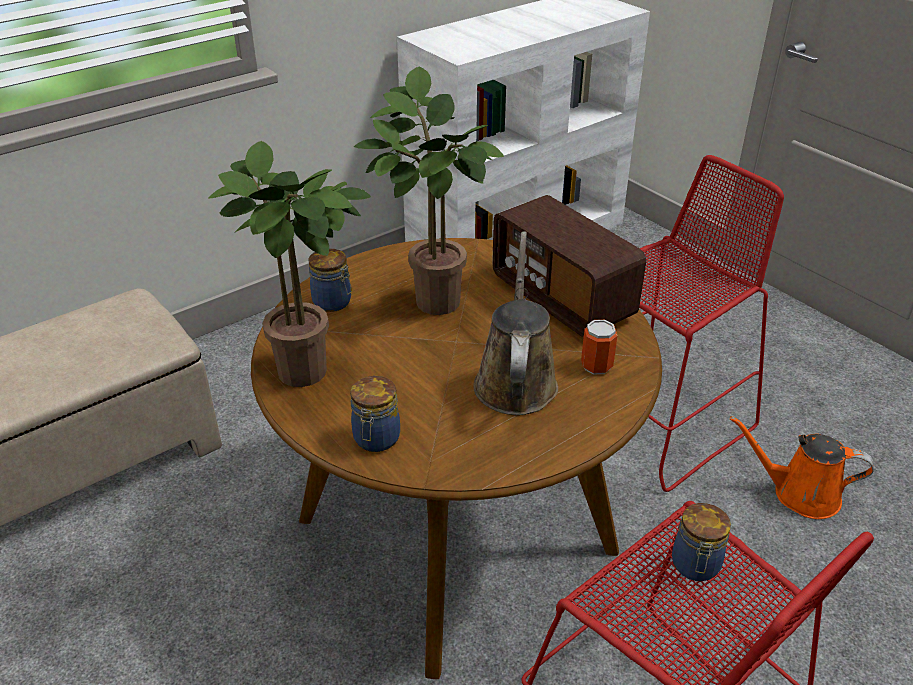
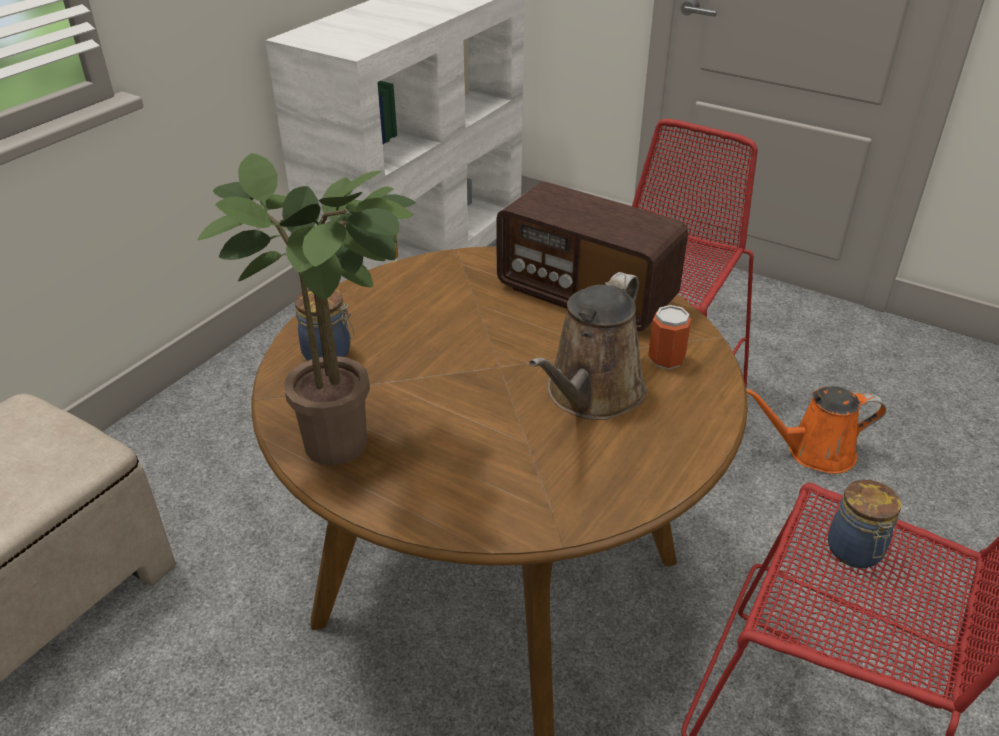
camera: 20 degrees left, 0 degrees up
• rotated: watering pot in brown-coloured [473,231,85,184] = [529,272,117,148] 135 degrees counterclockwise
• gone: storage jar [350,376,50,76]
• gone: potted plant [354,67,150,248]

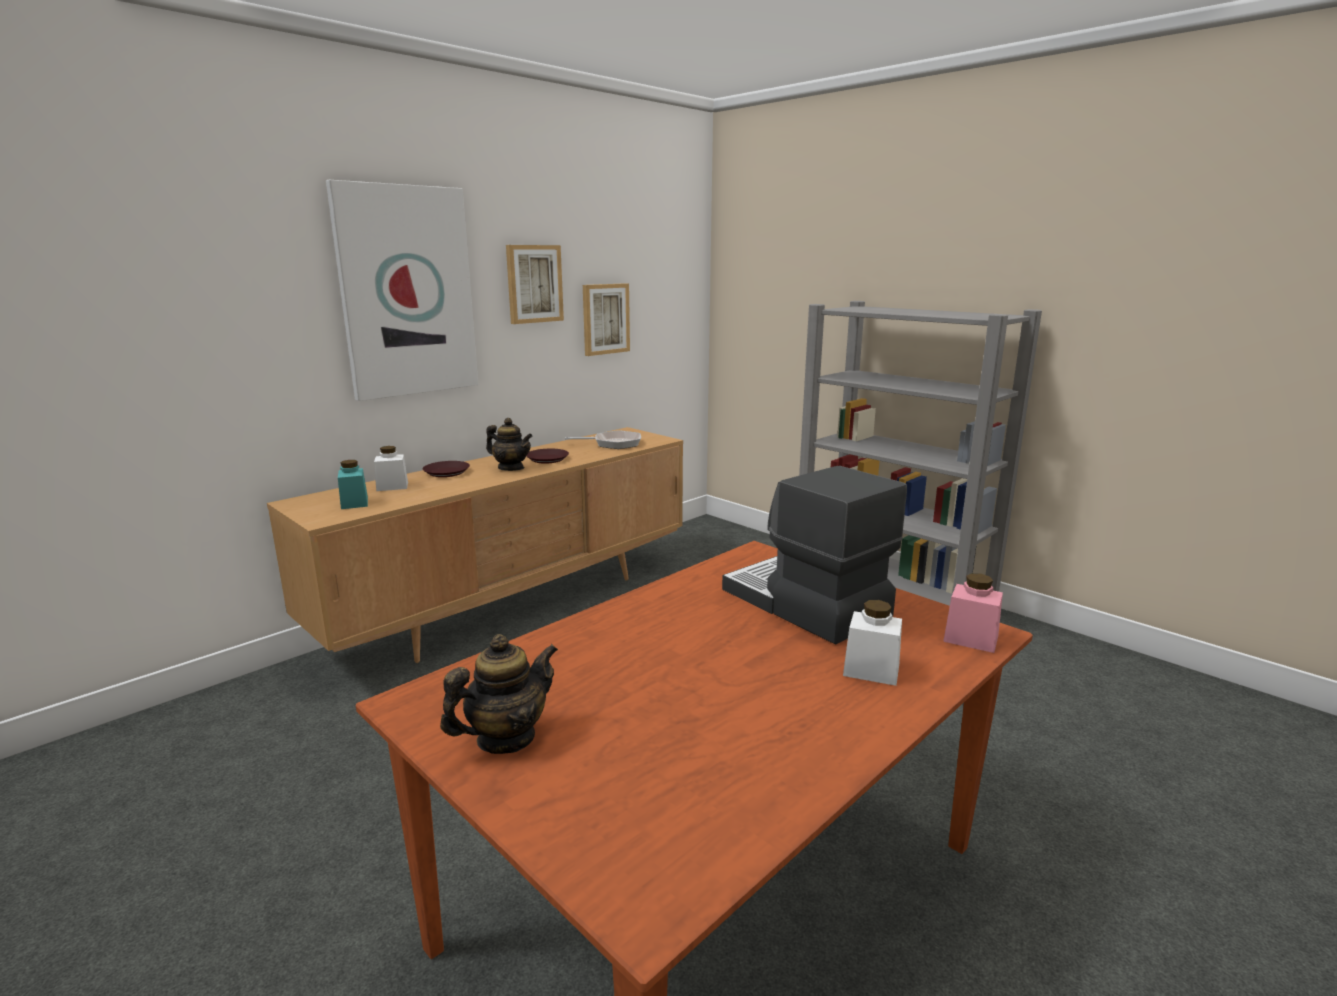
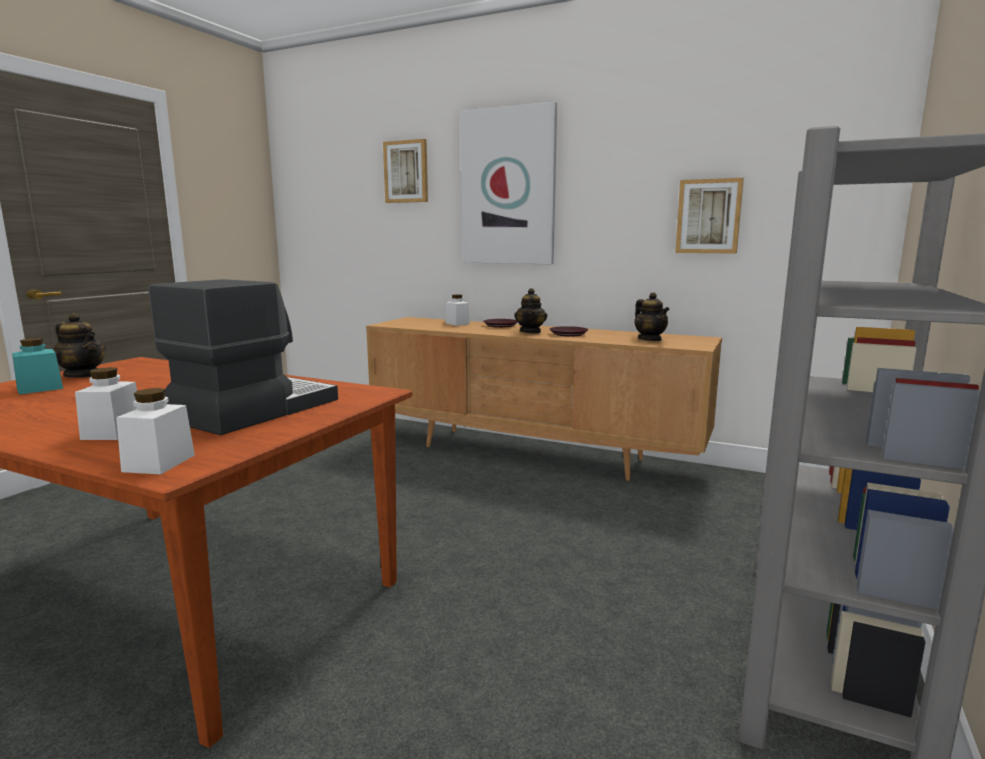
camera: 70 degrees right, 5 degrees down
• shifted: storage jar in blue-green [338,460,30,49] to [12,338,51,57]
• repainted: storage jar in pinkish [943,573,60,80] to storage jar in white-coloured [116,388,79,87]
• shifted: wall art [506,245,58,79] to [383,139,45,64]
• swapped: frying pan [565,430,76,19] to teapot [635,292,34,49]

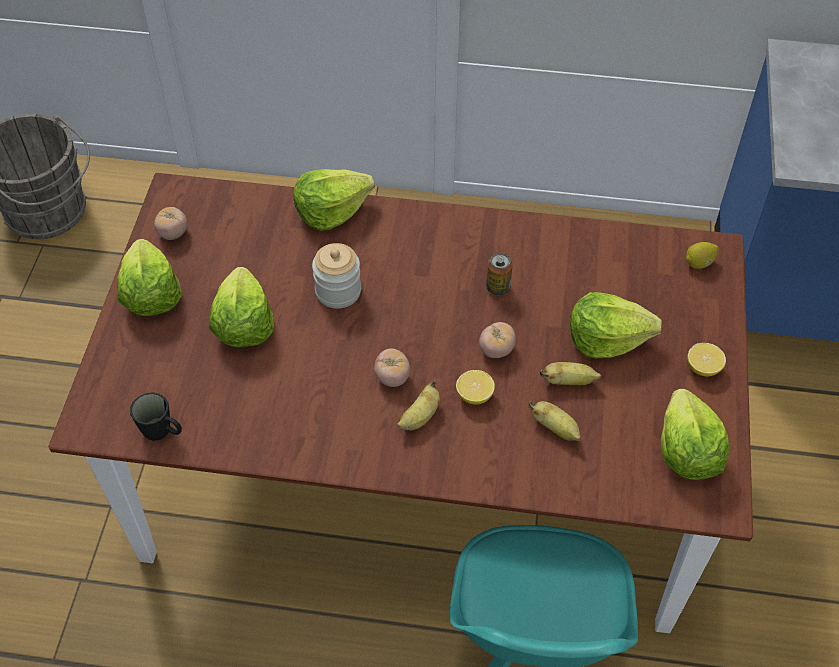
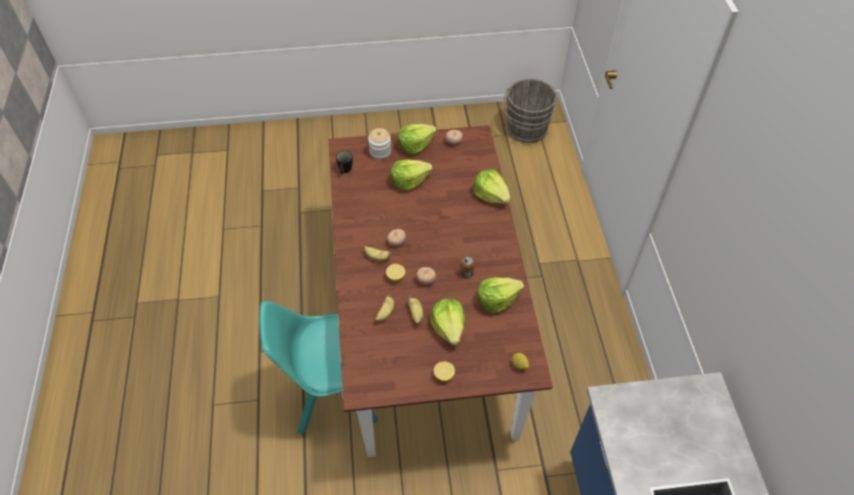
camera: 75 degrees right, 0 degrees up
• shifted: storage jar [312,243,49,66] to [368,128,23,31]
• shifted: head of lettuce [661,389,69,91] to [477,277,47,36]

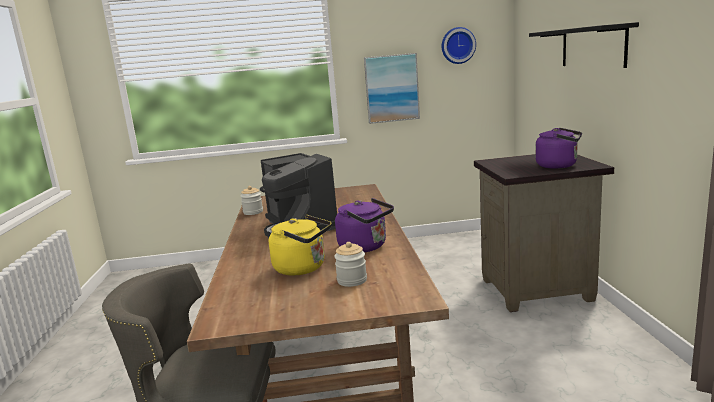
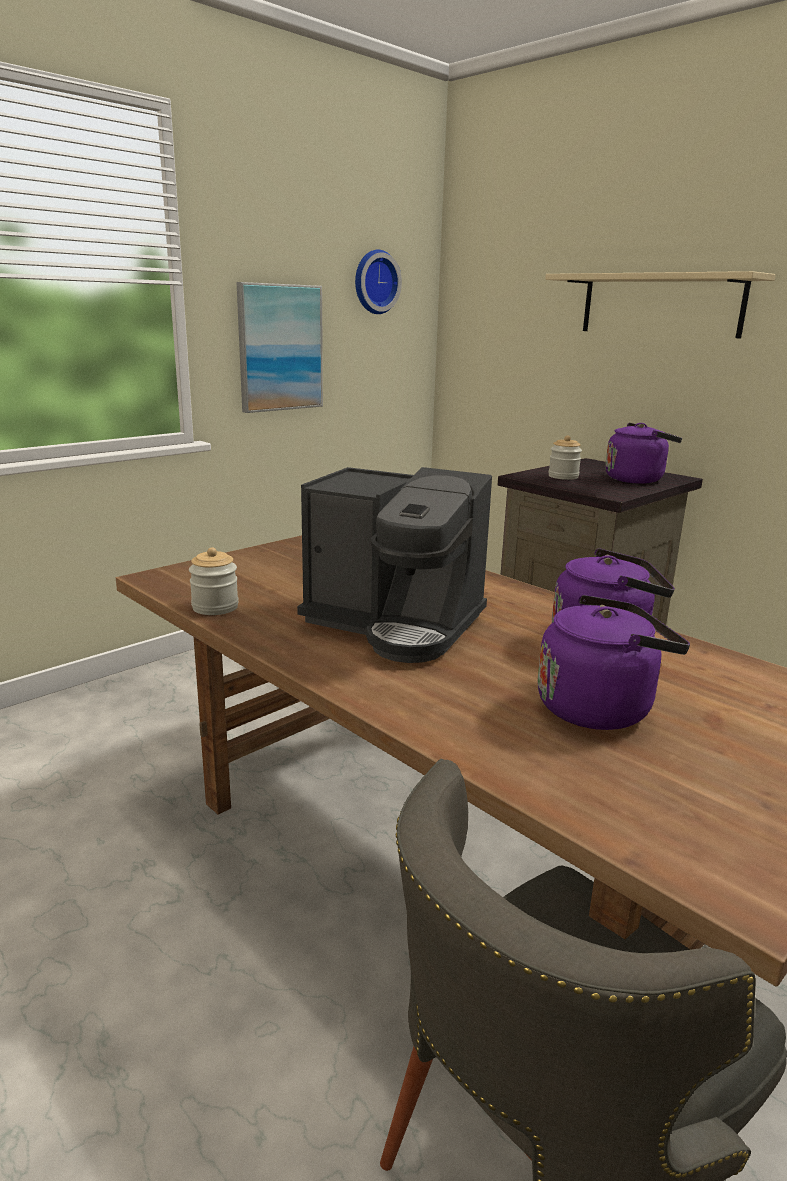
camera: 40 degrees left, 5 degrees up
• repainted: kettle in yellowish [269,215,63,61] to kettle in purple [537,595,153,135]
• repainted: wall shelf in black [529,22,110,46] to wall shelf in beige [545,271,231,68]
• shifted: storage jar [334,242,33,45] to [548,435,34,45]

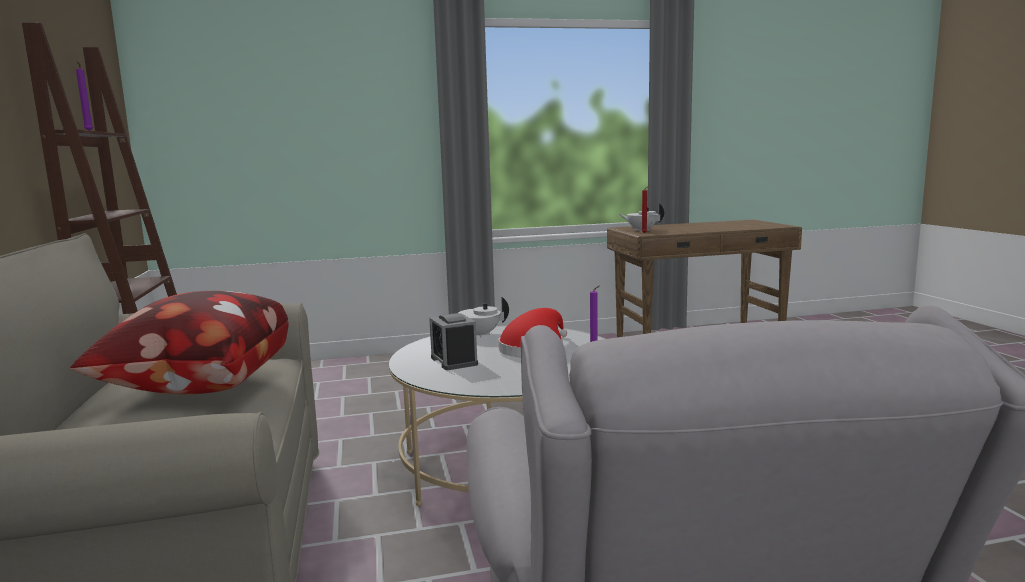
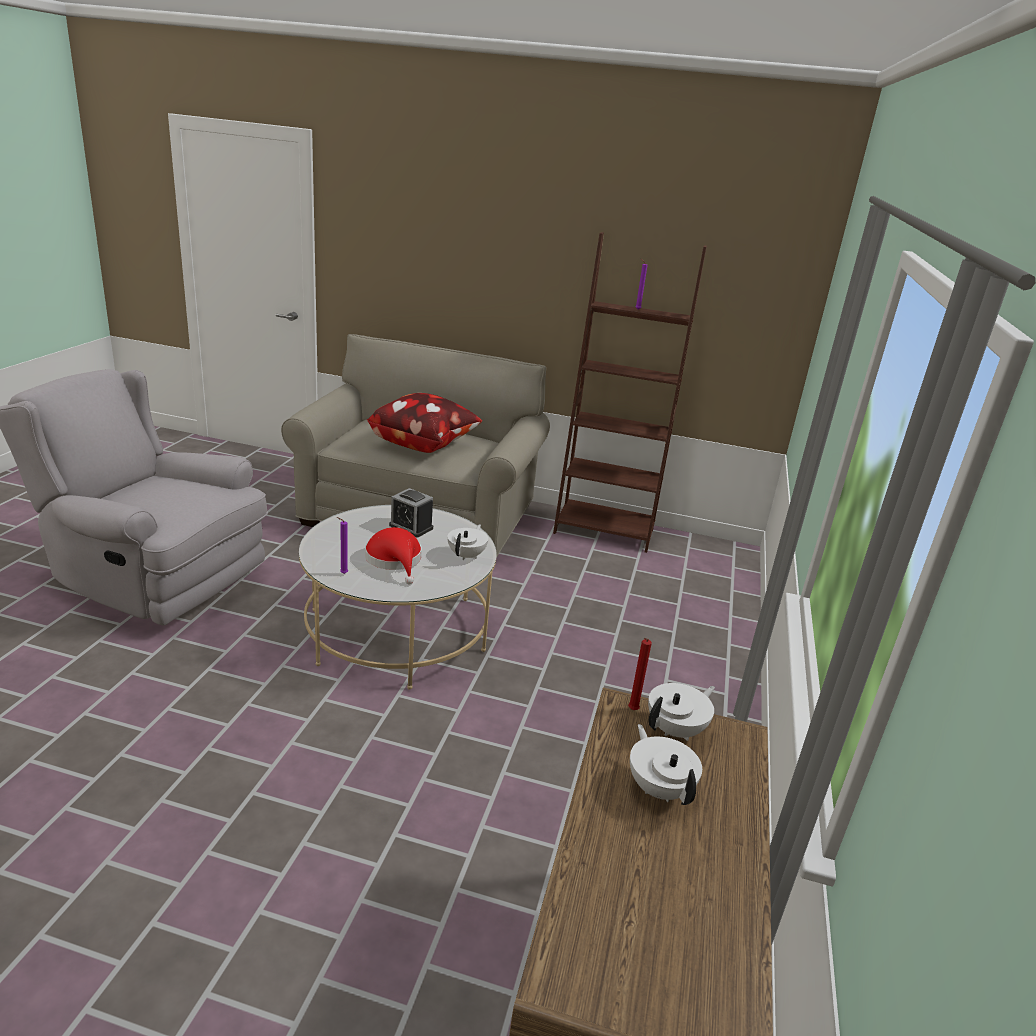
camera: 115 degrees right, 15 degrees up
• rotated: bedside clock [429,313,49,57] = [389,488,44,49] 150 degrees counterclockwise
• new: teapot in white-coloured [630,724,72,81]

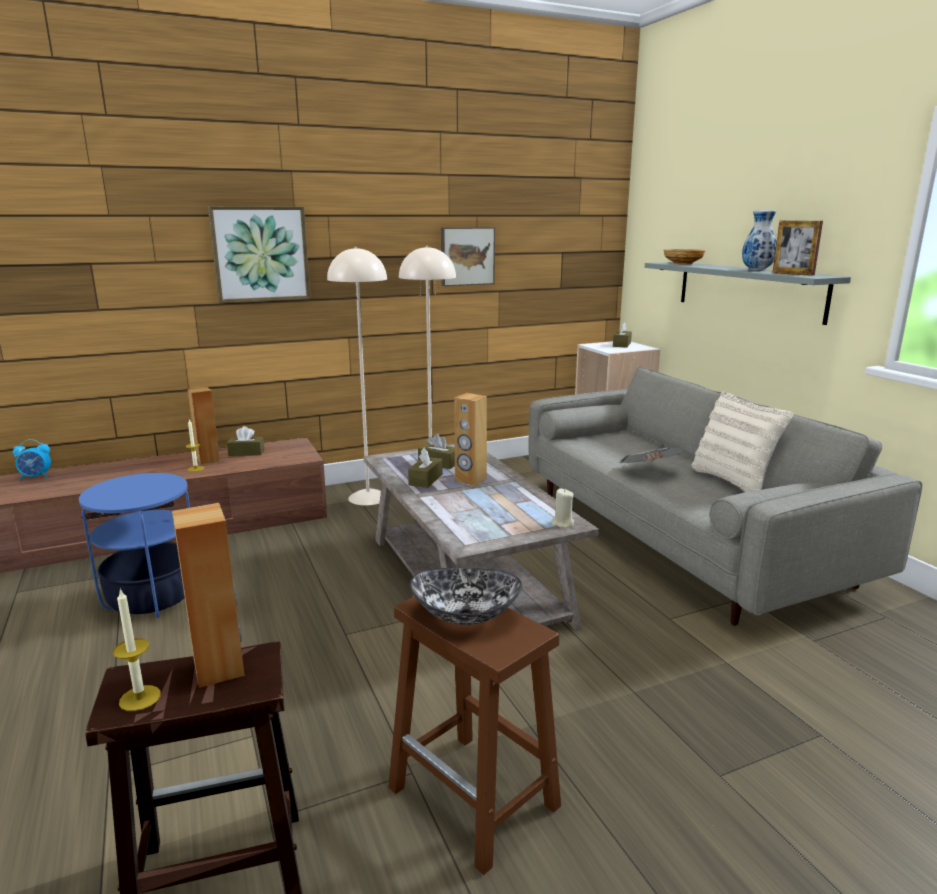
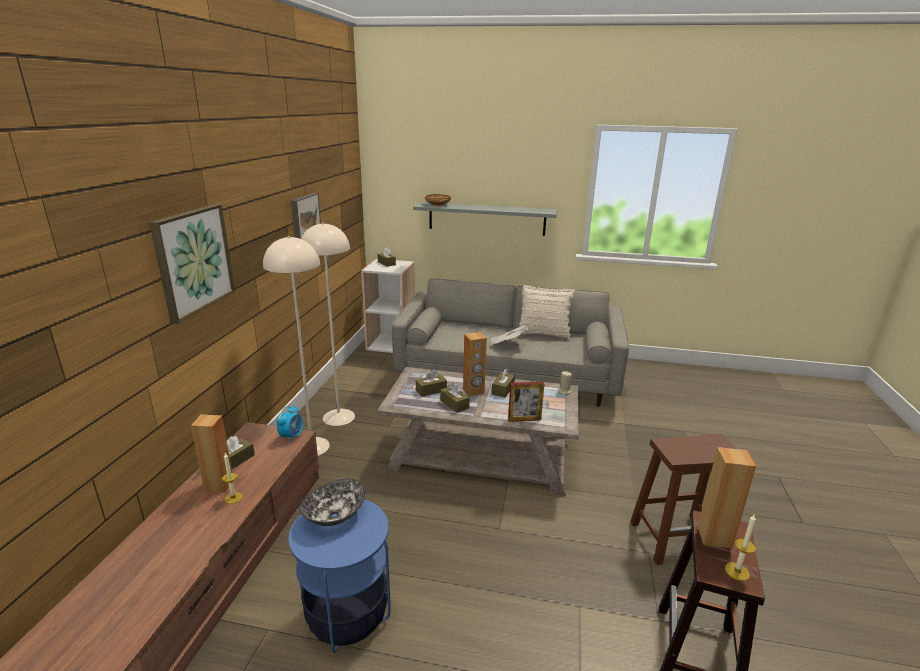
camera: 55 degrees left, 5 degrees up
• shifted: bedside clock [13,439,38,41] to [277,406,26,37]
• shifted: bowl [410,568,112,57] to [299,479,67,47]
• new: tissue box in brown-coloured [491,369,24,29]
• shifted: photo frame [772,221,51,55] to [508,382,36,40]
• gone: decorative vase [742,210,35,61]

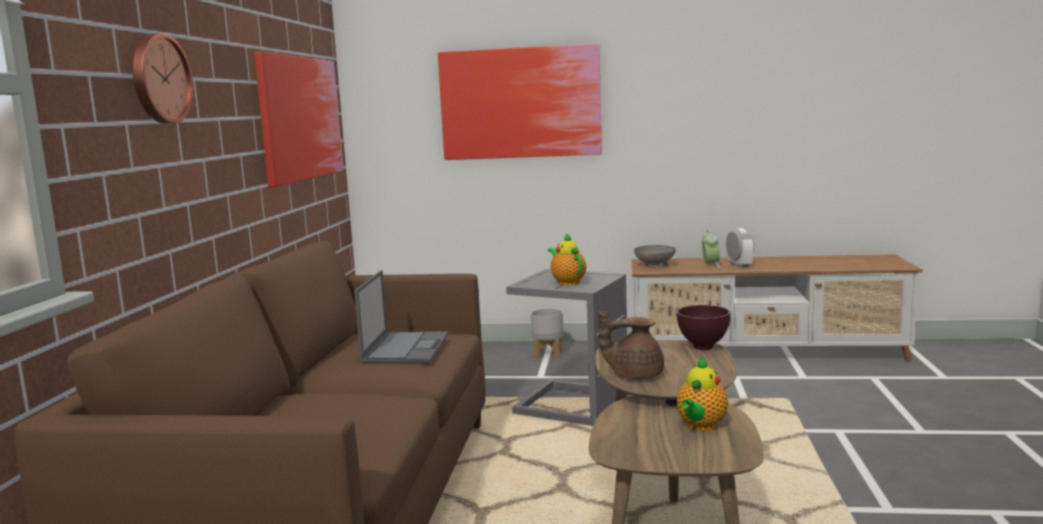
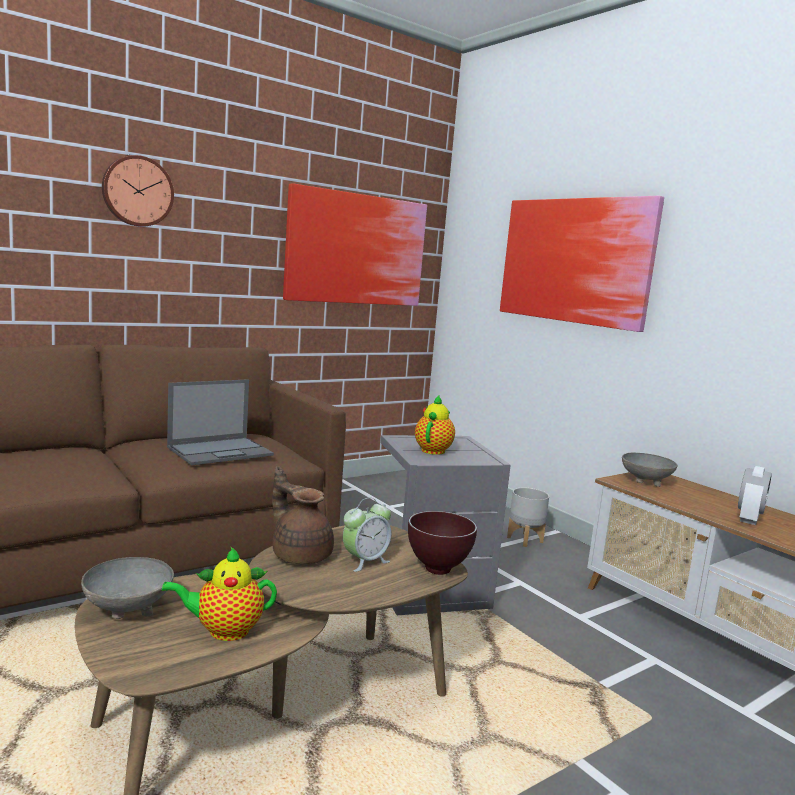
camera: 45 degrees right, 0 degrees up
• new: bowl in greyish [81,557,93,62]
• shifted: bedside clock [702,229,18,39] to [343,498,48,74]

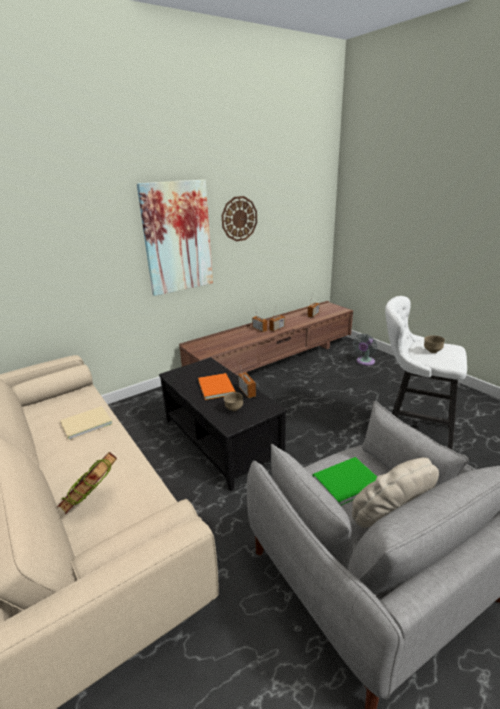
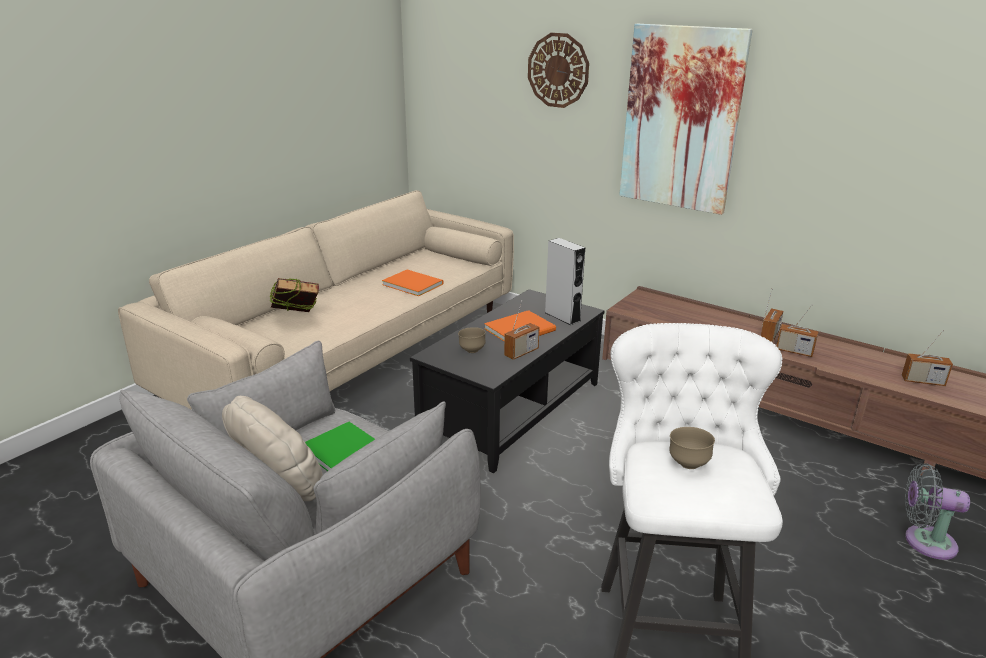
camera: 70 degrees right, 0 degrees up
• repainted: volume in beige [60,406,53,34] to volume in orange [382,270,61,26]
• shifted: clock on the wall [222,196,35,45] to [528,33,61,75]
• new: loudspeaker in greyish [545,238,40,87]

